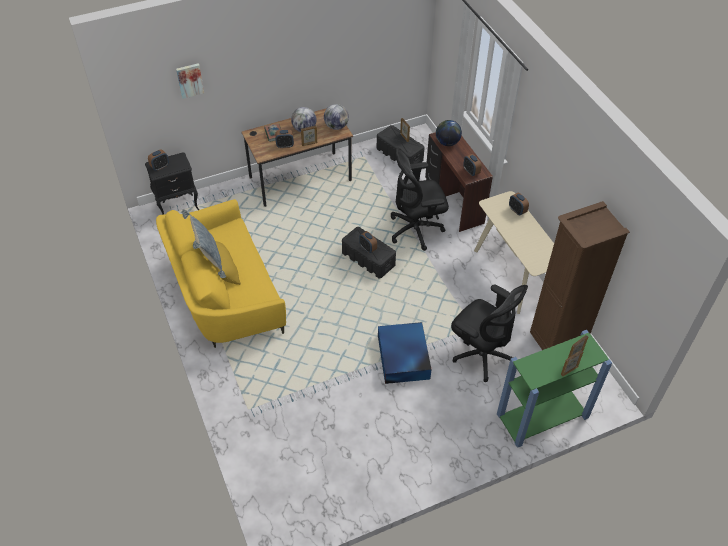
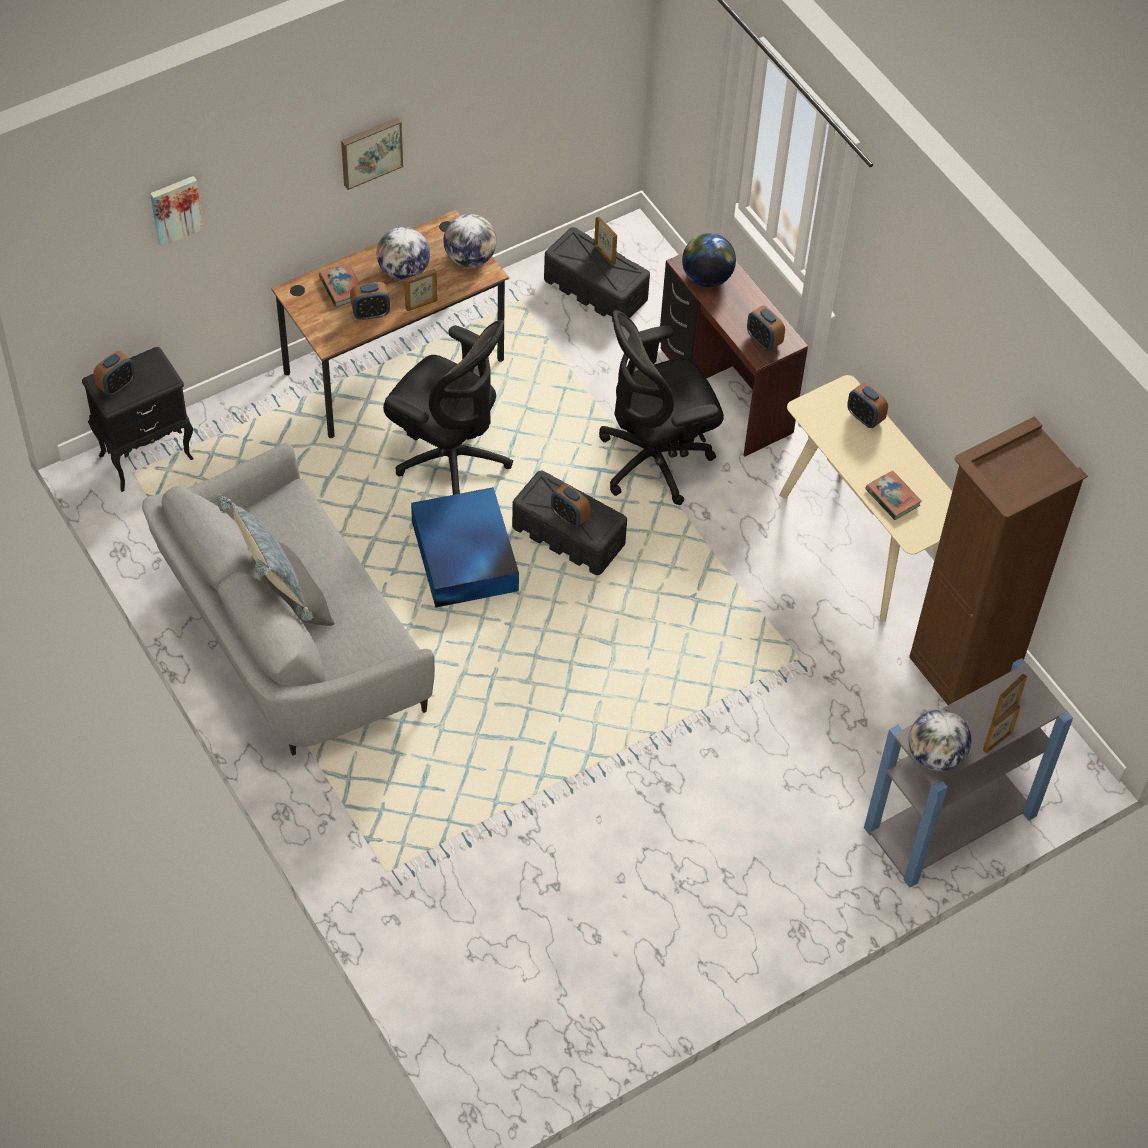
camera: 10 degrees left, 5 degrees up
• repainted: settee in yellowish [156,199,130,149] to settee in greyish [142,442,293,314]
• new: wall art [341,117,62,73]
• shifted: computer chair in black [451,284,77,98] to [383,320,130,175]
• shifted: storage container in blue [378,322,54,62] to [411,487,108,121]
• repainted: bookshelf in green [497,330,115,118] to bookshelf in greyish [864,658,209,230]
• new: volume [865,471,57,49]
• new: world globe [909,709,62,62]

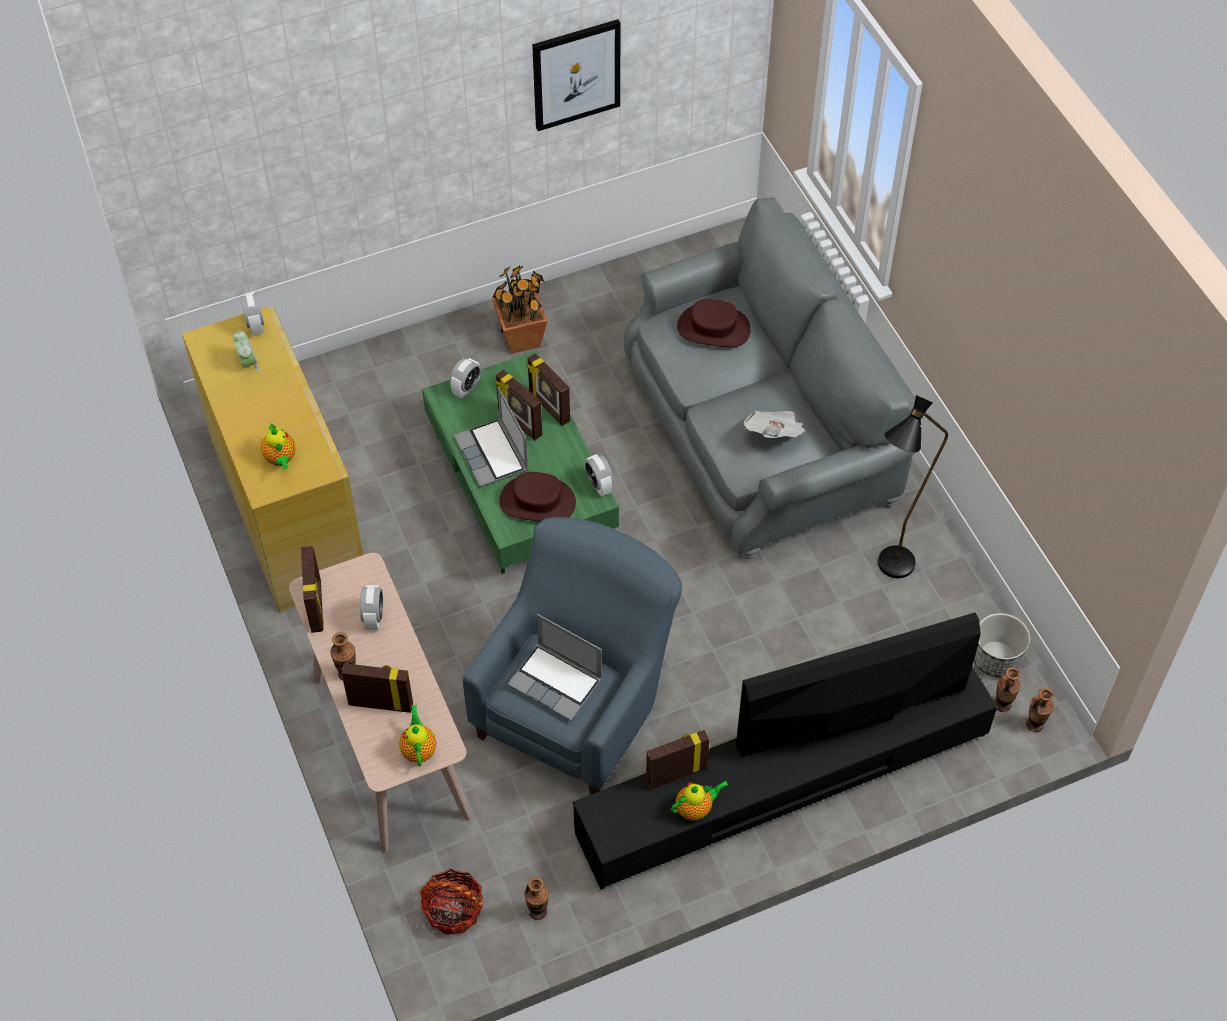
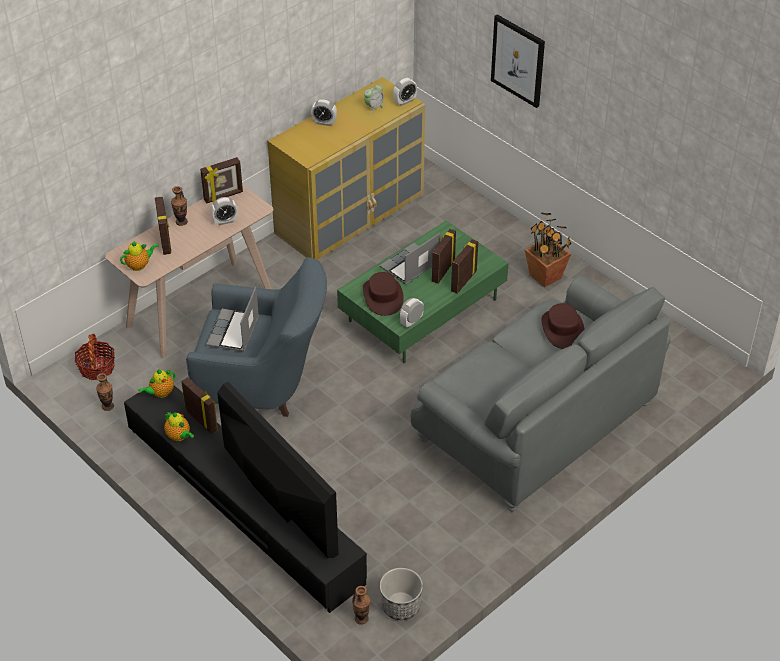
camera: 70 degrees right, 10 degrees down
• shifted: teapot [261,423,35,47] to [138,369,38,29]
• shifted: bedside clock [450,358,31,40] to [311,99,26,27]
• shifted: wall art [532,19,88,112] to [491,14,54,94]
• gone: daily paper [743,411,63,27]
• gone: standard lamp in black [878,395,70,183]
• gone: decorative vase [1026,688,28,45]

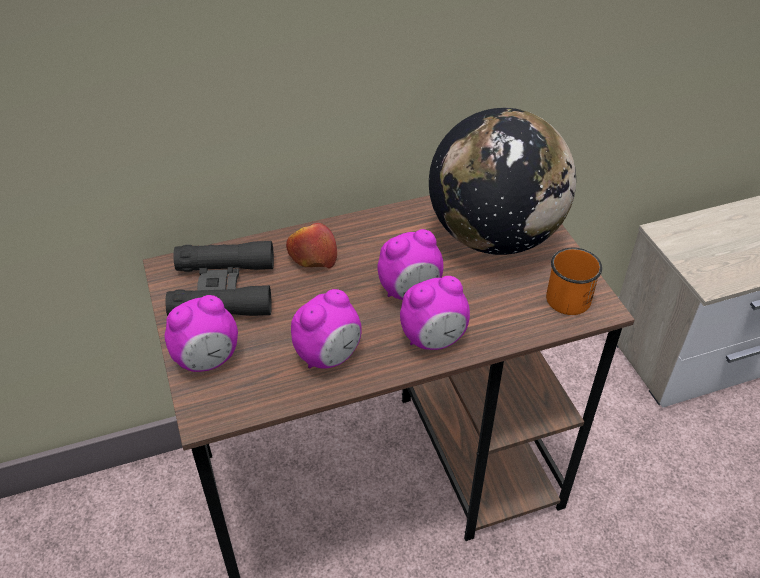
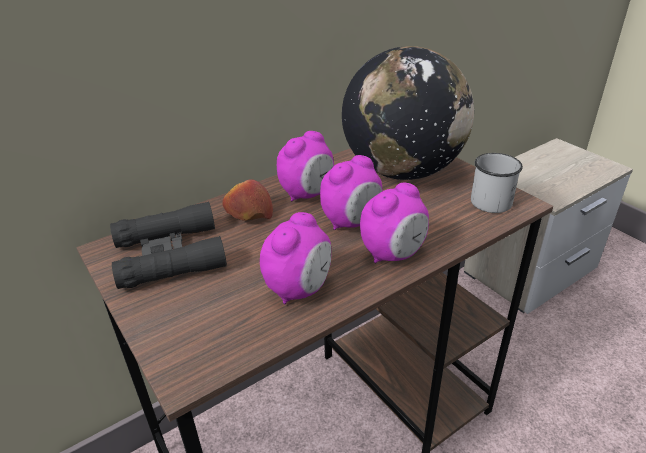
camera: 15 degrees left, 10 degrees down
• shifted: bedside clock [165,295,73,77] to [277,131,57,71]
• repainted: tea mug in orange [546,248,56,67] to tea mug in white-coloured [471,153,52,60]

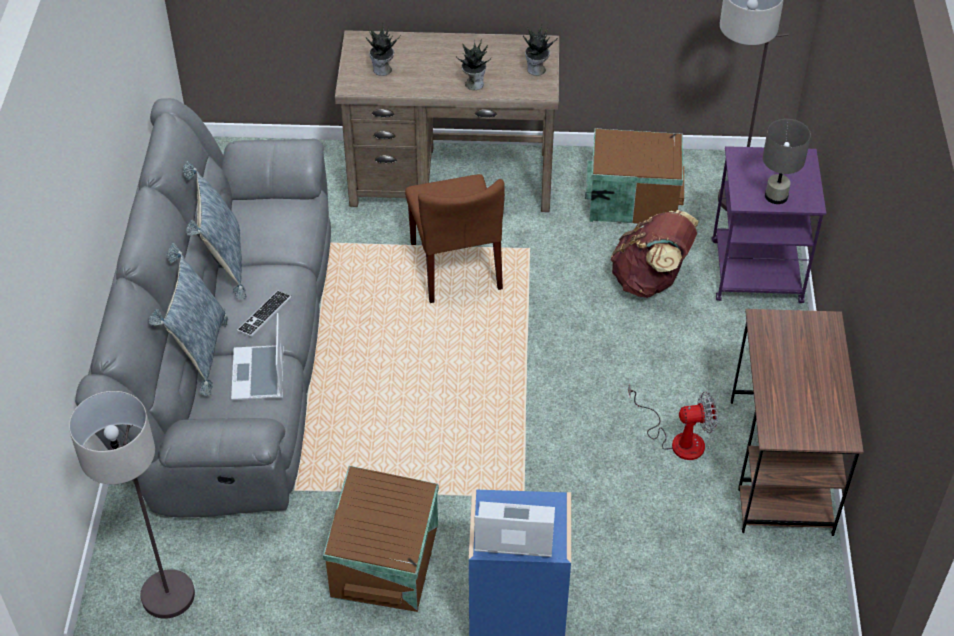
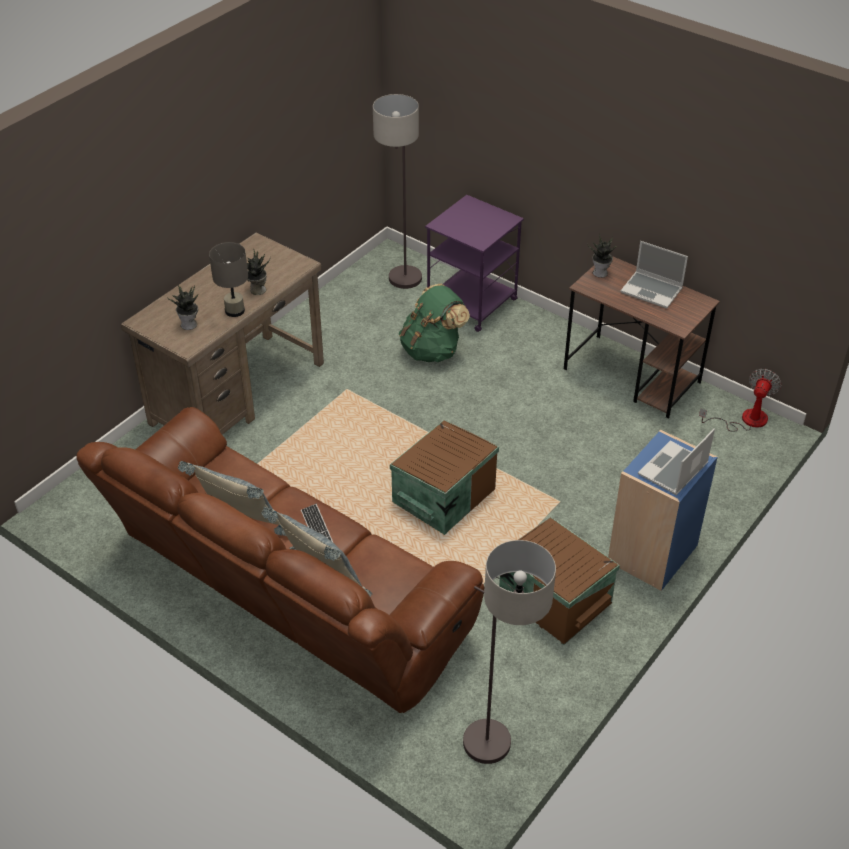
camera: 55 degrees left, 5 degrees down
• repainted: settee in greyish [75,98,256,420] to settee in brown-coloured [76,407,408,306]
• shifted: tabletop lamp in greyish [763,119,48,85] to [209,242,39,75]
• shifted: storage container in brown-coloured [585,128,99,96] to [390,420,109,115]
• repainted: backpack in brown-coloured [611,210,88,88] to backpack in green [399,284,71,78]
• shifted: potted plant [523,25,35,51] to [588,234,29,44]
• shifted: laptop [231,313,53,88] to [620,241,68,67]
• shifted: fan [628,384,90,76] to [699,369,82,63]
• gone: chair in brown-coloured [405,174,100,129]

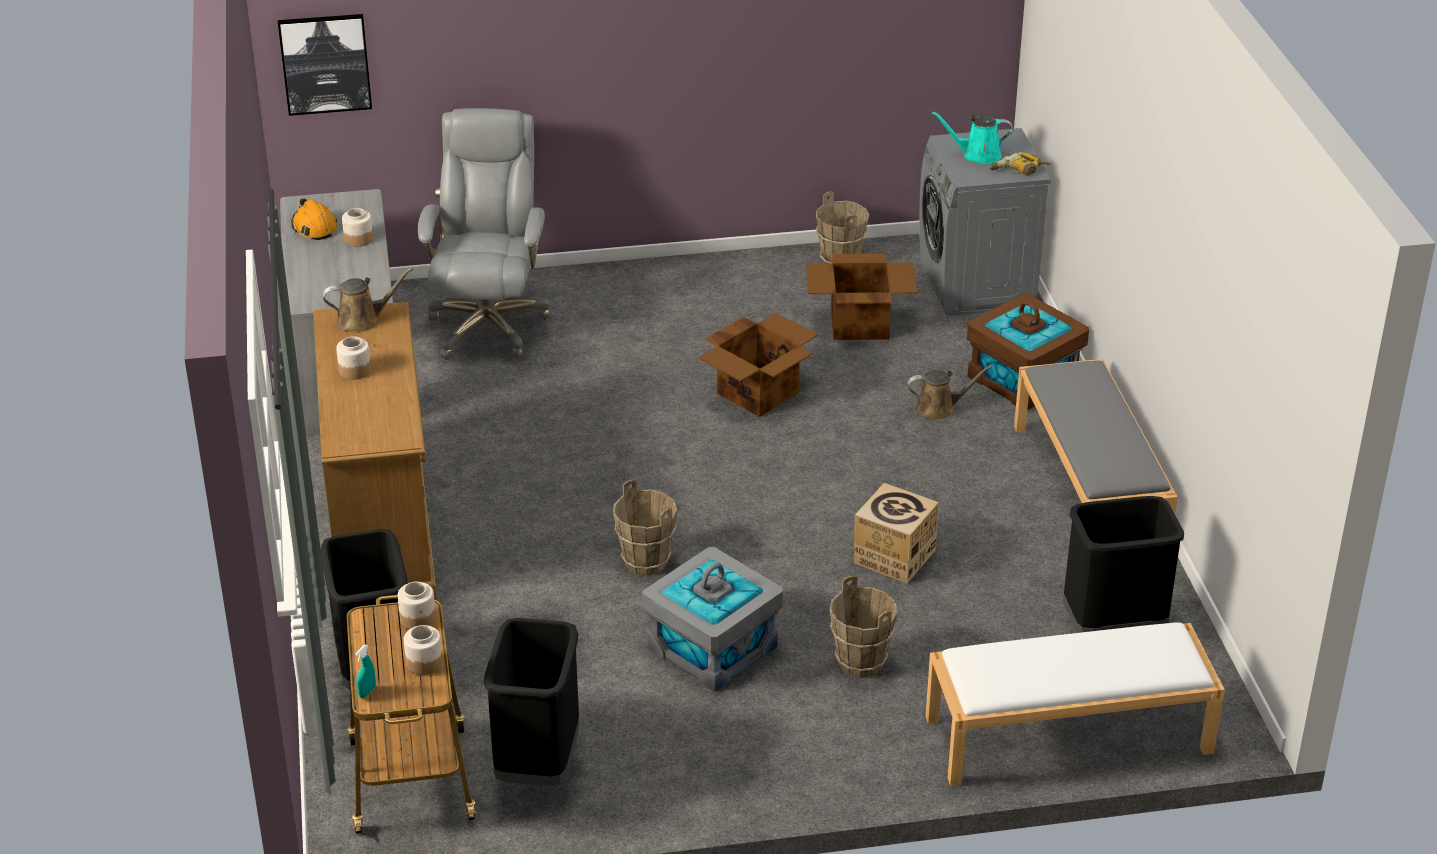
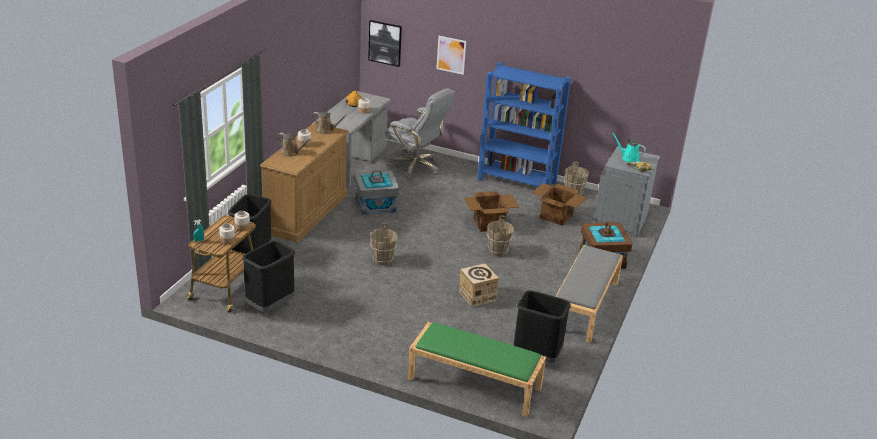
camera: 30 degrees right, 5 degrees down
• shifted: watering pot in brown-coloured [907,365,85,55] to [277,133,34,24]
• shifted: storage container in greyish [643,547,140,145] to [354,169,46,46]
• rotated: computer chair in greyish [418,108,132,252] = [385,88,70,91] 90 degrees clockwise
• repainted: long seat in white-coloured [926,622,299,164] to long seat in green [408,322,138,95]
• new: wall art [436,36,30,39]
• new: bookshelf in blue [477,62,94,125]
• shifted: water bucket in brown-coloured [829,575,68,102] to [487,215,27,41]

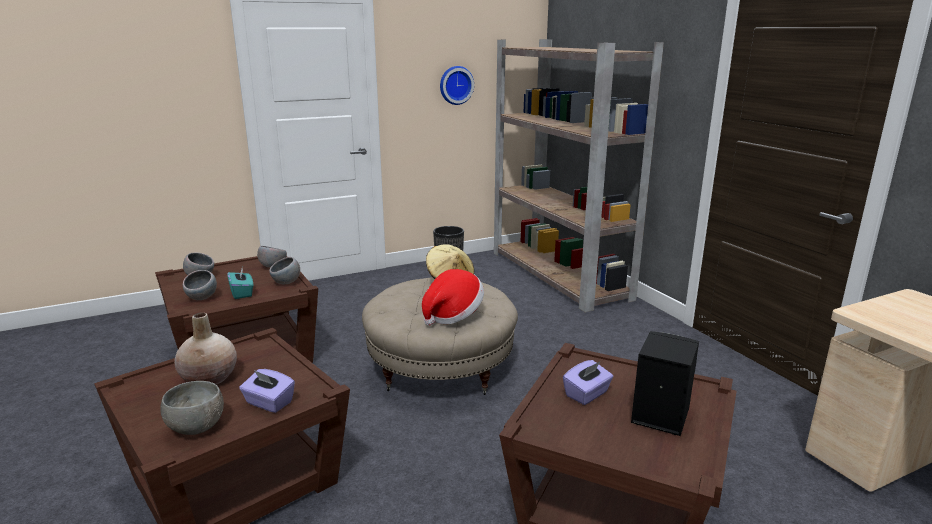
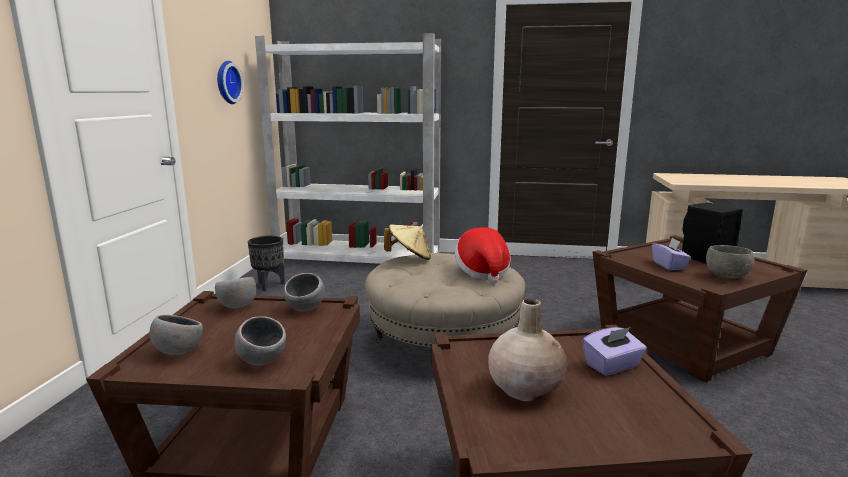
camera: 55 degrees left, 5 degrees down
• repainted: bookshelf in brown-coloured [494,39,170,274] to bookshelf in white-coloured [255,33,186,231]
• shifted: bowl in greyish [160,381,64,54] to [706,245,49,34]
• gone: tissue box in blue-green [227,268,26,31]

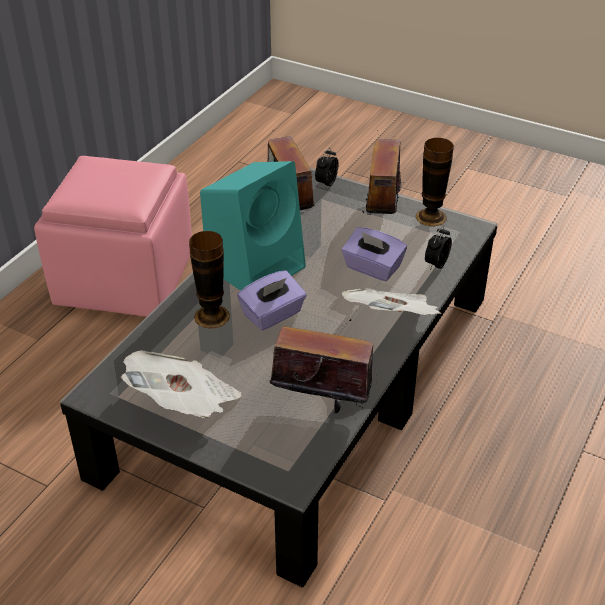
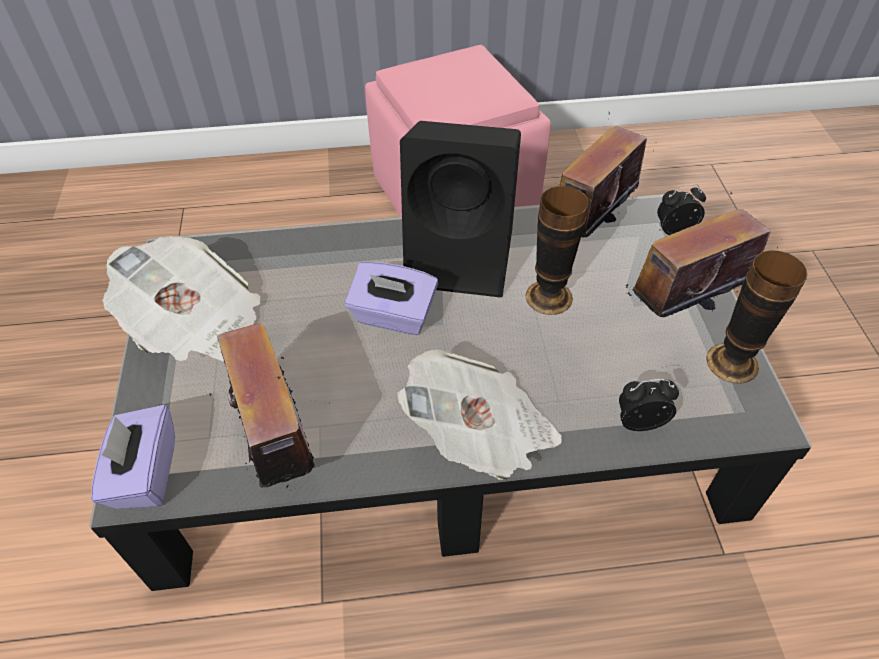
camera: 55 degrees right, 10 degrees up
• shifted: tissue box in purple [341,227,66,54] to [91,405,84,104]
• repainted: loudspeaker in blue-green [200,161,106,130] to loudspeaker in black [400,121,121,176]
• shifted: decorative vase [189,231,41,97] to [526,186,63,129]

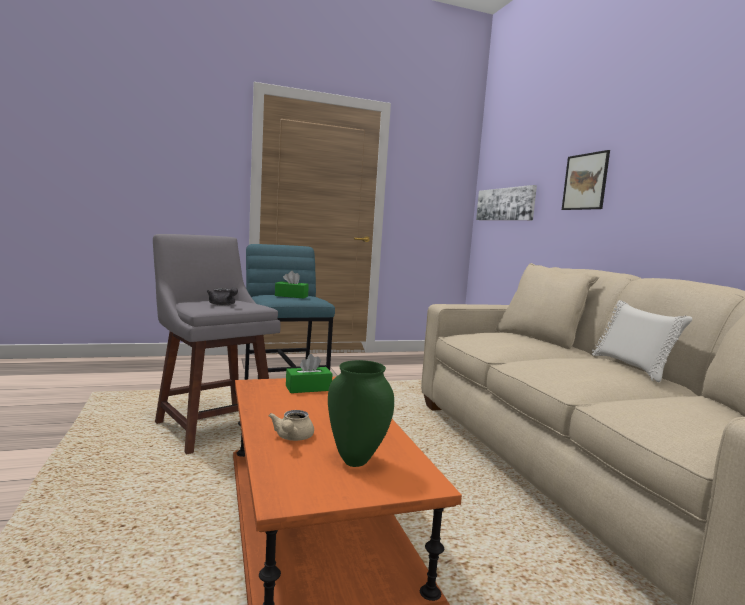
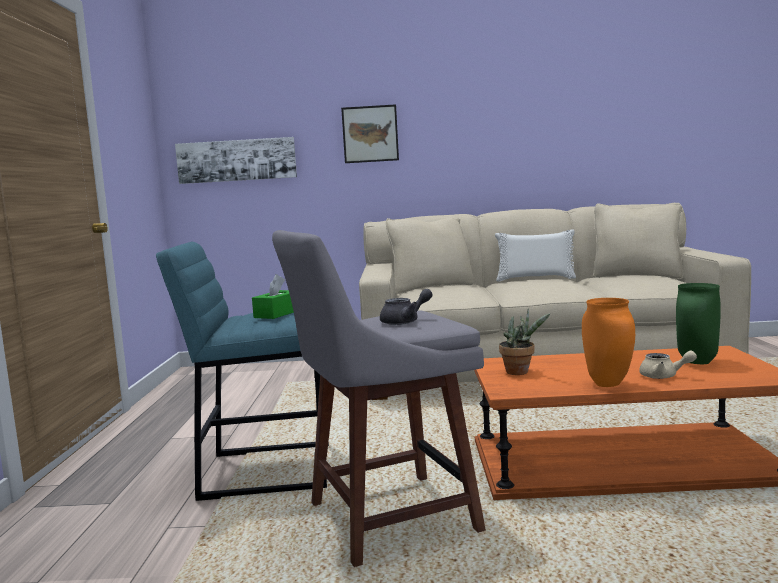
camera: 70 degrees left, 0 degrees up
• swapped: tissue box in green [286,354,47,39] to potted plant [499,308,51,67]
• new: decorative vase in orange [582,298,53,89]

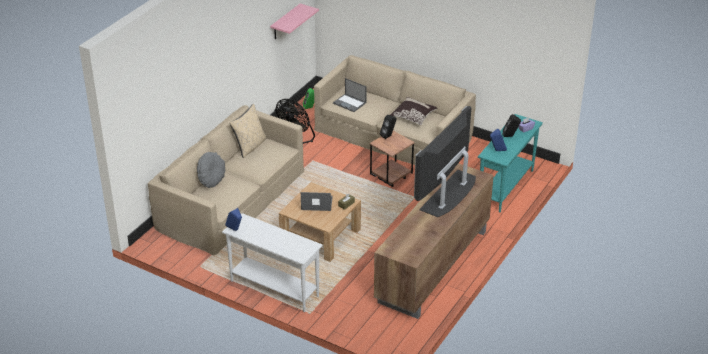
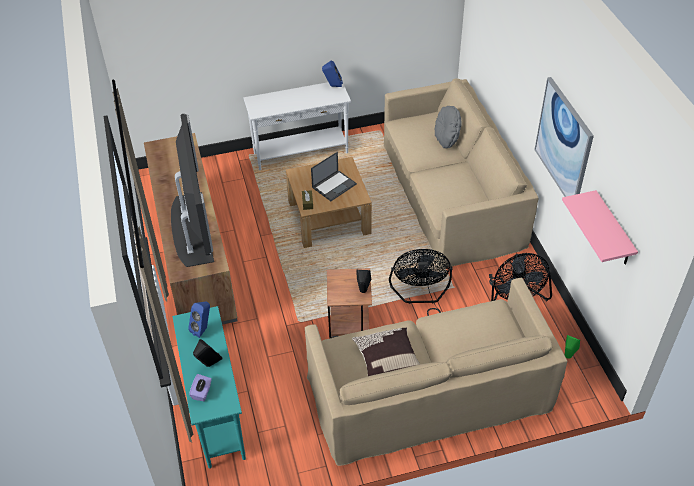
camera: 135 degrees right, 10 degrees up
• new: fan in black [389,249,64,67]
• new: wall art [534,77,60,120]
• gone: throw pillow in beige [230,104,36,54]
• gone: laptop [333,78,34,34]

